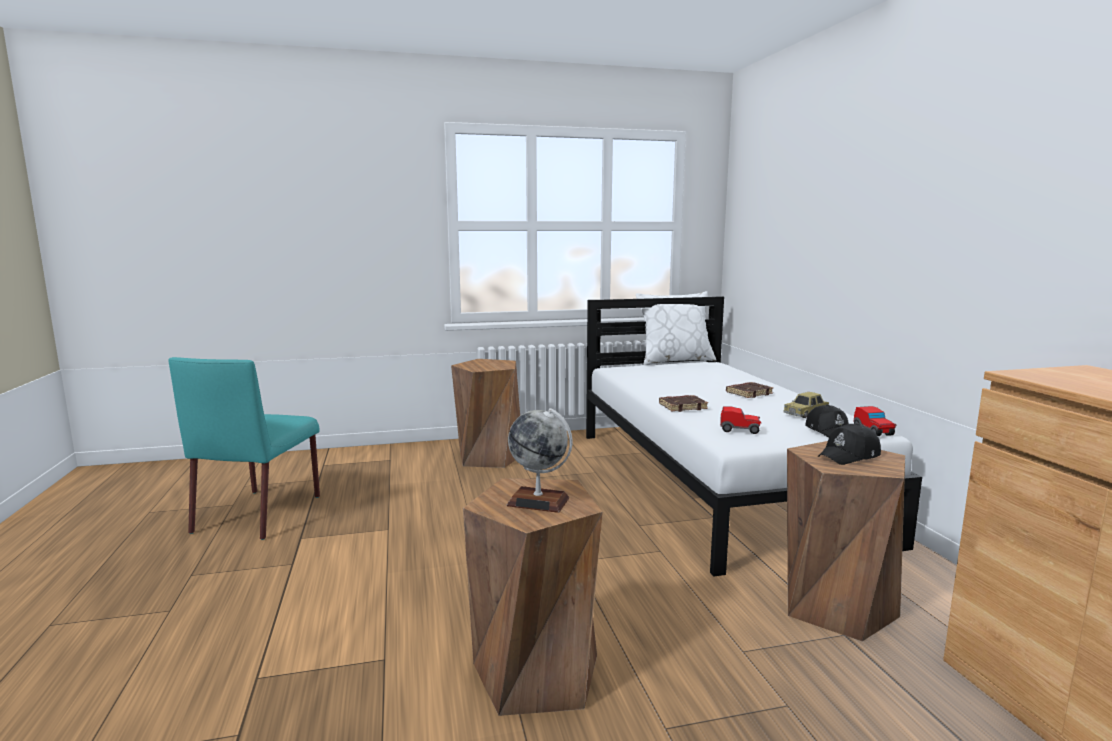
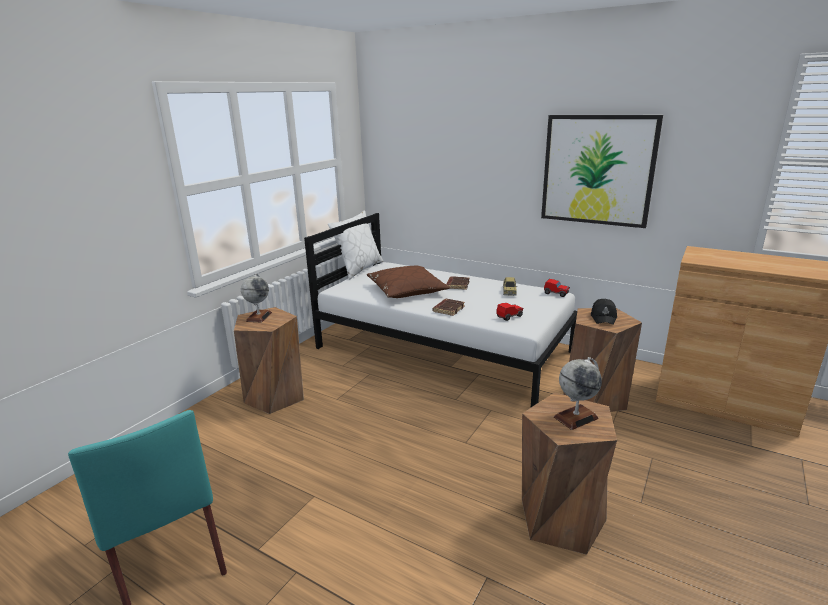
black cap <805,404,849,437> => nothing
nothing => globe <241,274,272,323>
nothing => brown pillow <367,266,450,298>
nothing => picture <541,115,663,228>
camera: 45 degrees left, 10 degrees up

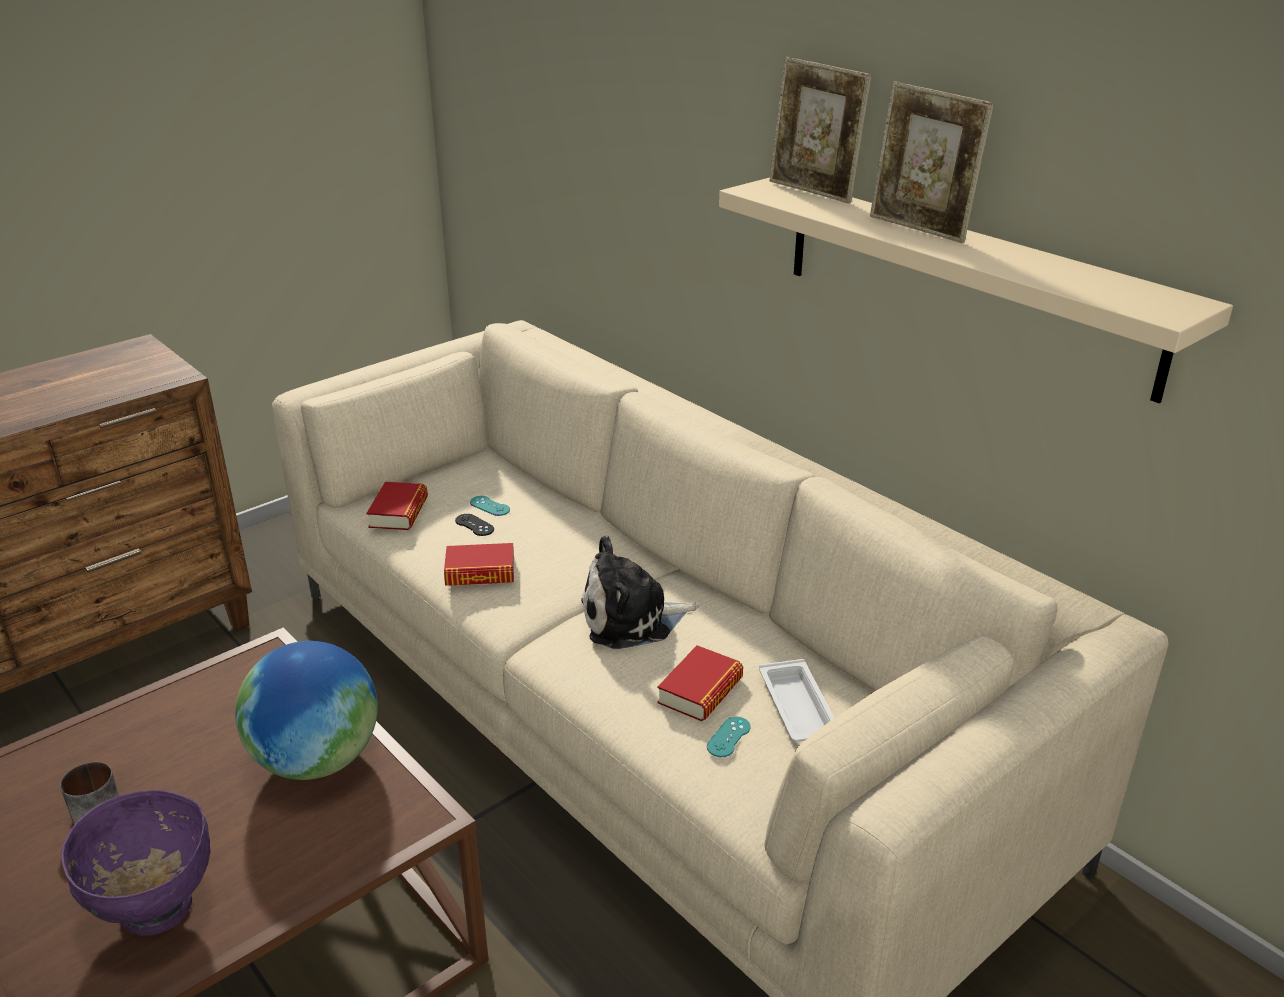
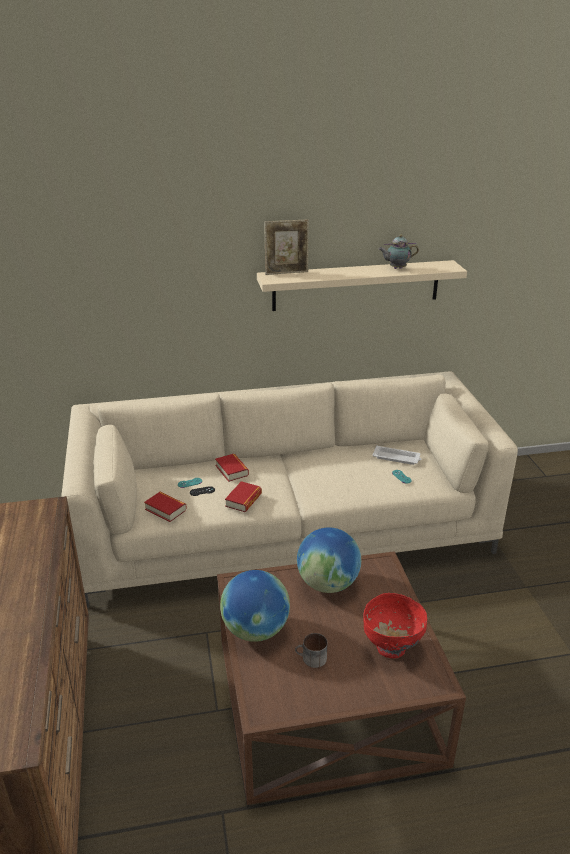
purple bowl <61,790,210,936> => red bowl <363,593,427,658>
plush toy <581,536,699,649> => nothing
book <657,645,743,721> => book <215,454,249,482>, shifted
picture frame <870,82,994,243> => nothing
nothing => globe <220,570,290,642>
nothing => teapot <379,234,419,269>
camera: 60 degrees left, 0 degrees up

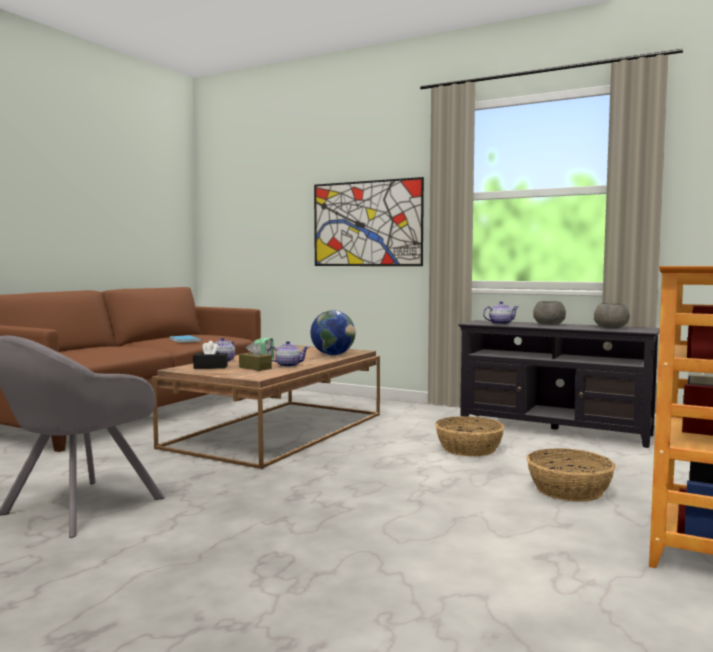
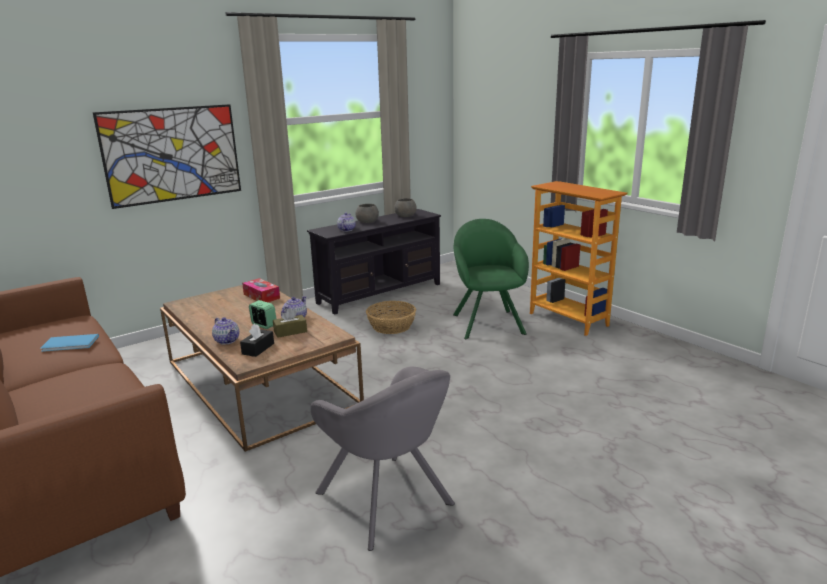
globe <310,310,355,355> => tissue box <242,278,280,302>
basket <526,448,616,502> => green armchair <453,219,529,339>
camera: 65 degrees left, 15 degrees up

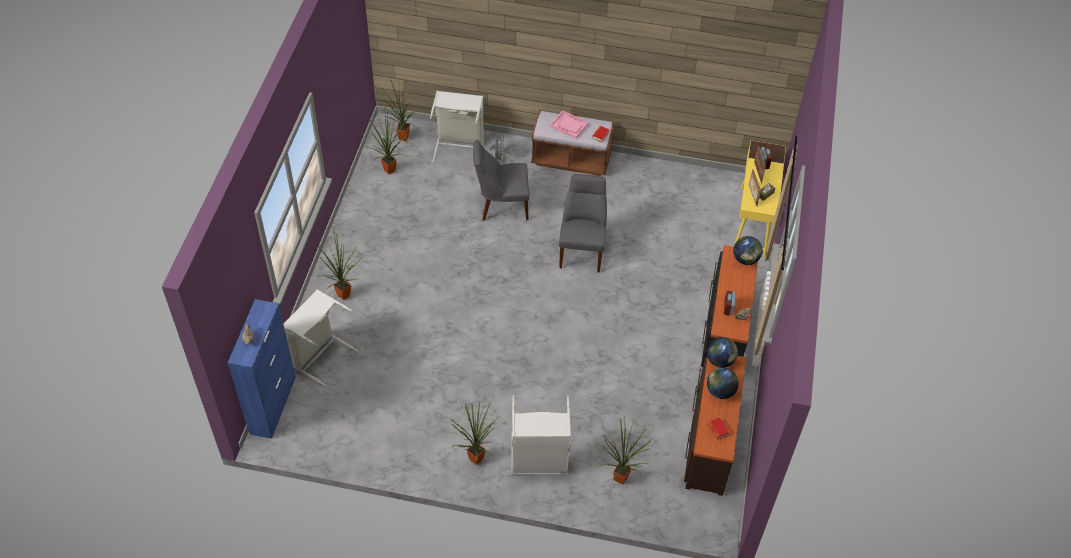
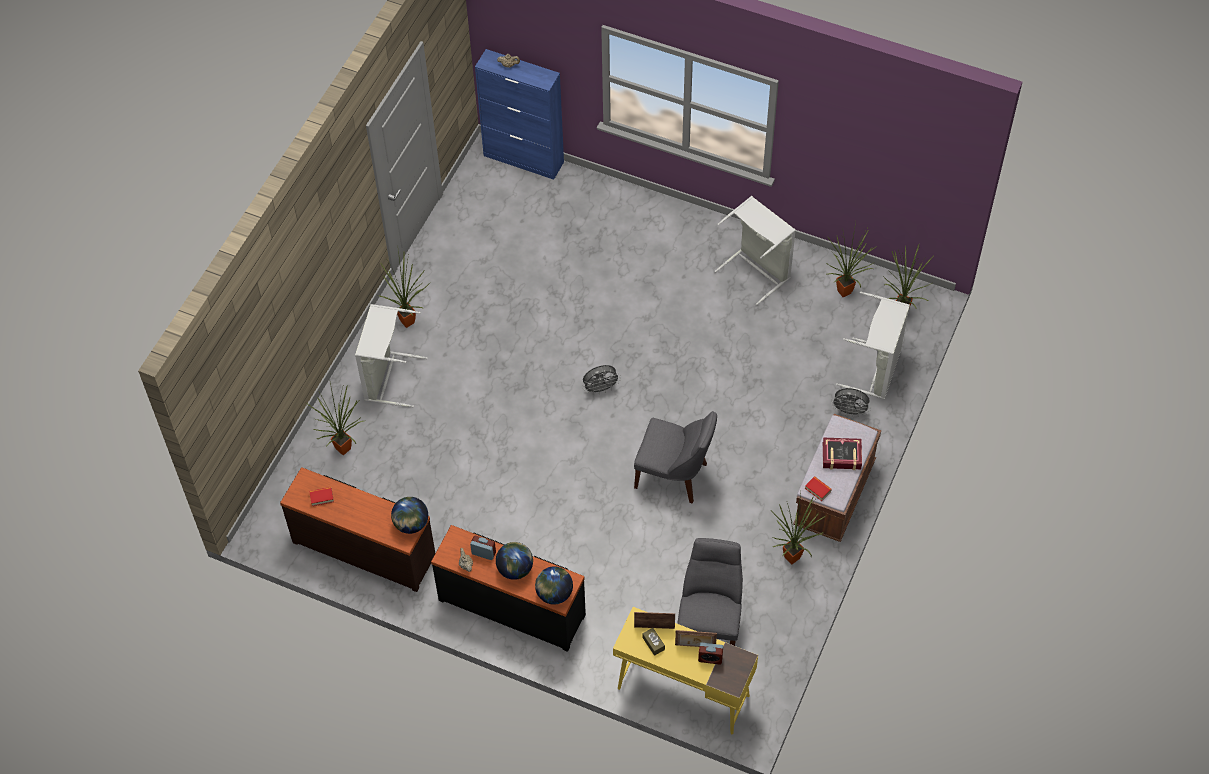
grey laundry basket <283,289,358,386> => grey laundry basket <715,196,796,305>, shifted
potted plant <318,229,363,300> => potted plant <771,492,827,564>, shifted
grey chair <473,140,529,221> => grey chair <677,538,743,646>, shifted
pink tray <550,111,589,139> => book <823,438,862,470>
globe <707,368,739,399> => globe <496,542,533,580>, shifted
nothing => grey fan <583,365,621,395>
camera: 105 degrees right, 5 degrees up

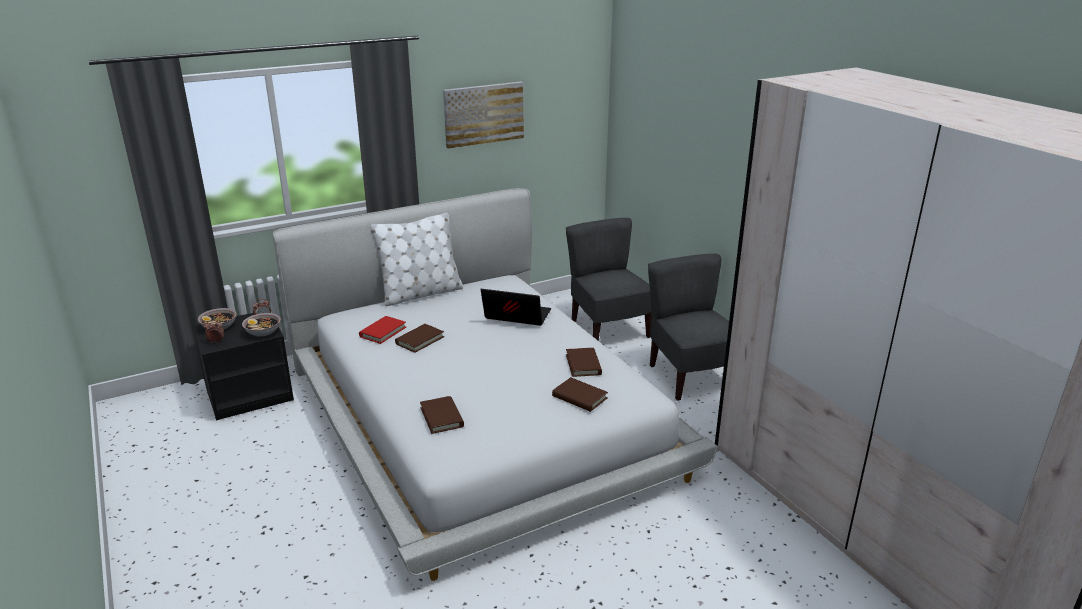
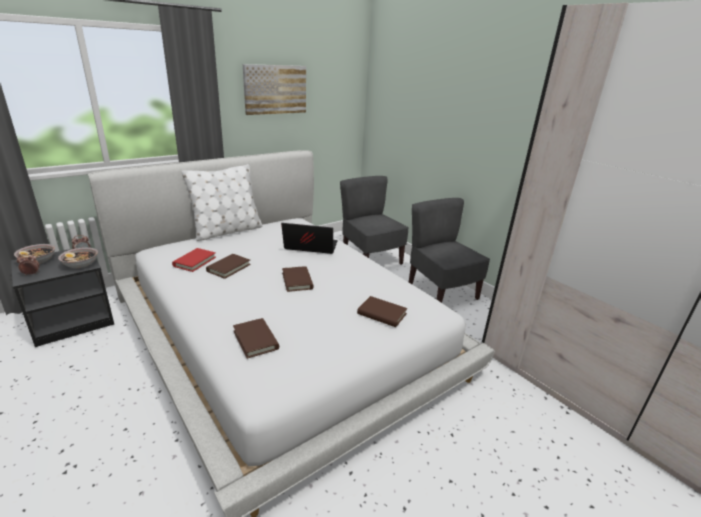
brown book <566,348,602,377> => brown book <282,266,314,292>, shifted
camera: 10 degrees left, 0 degrees up

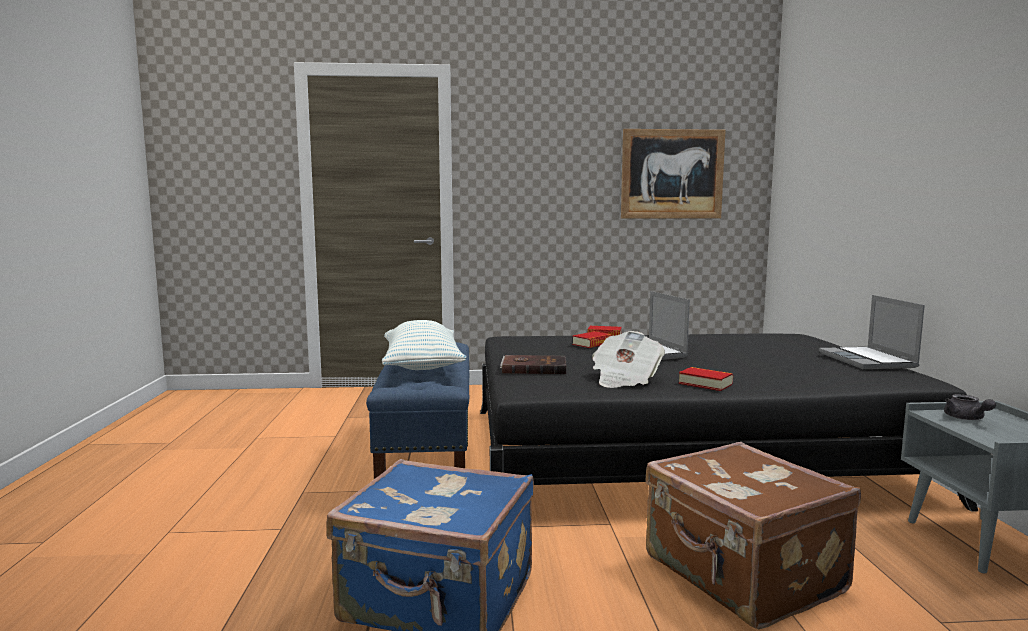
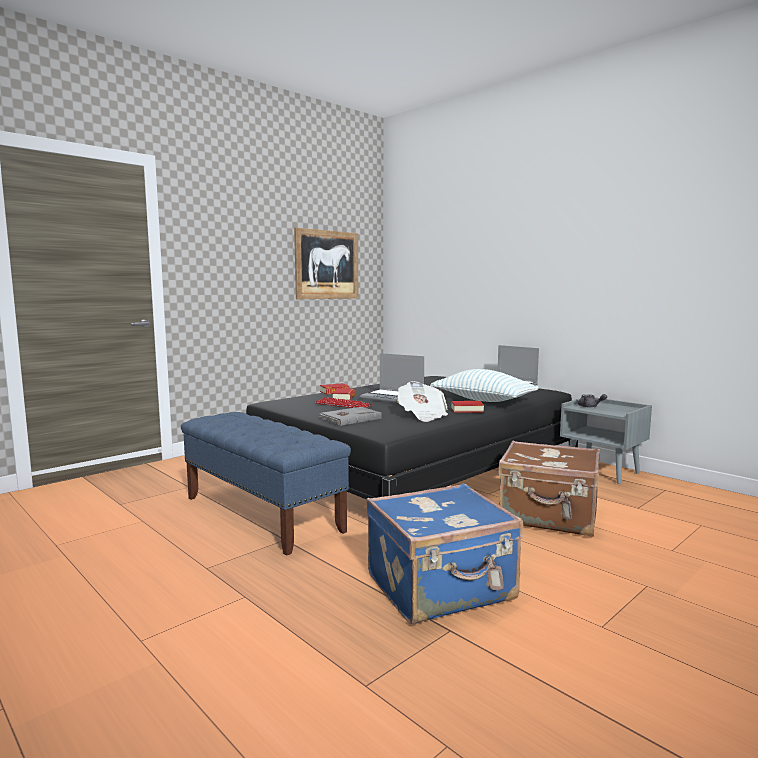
pillow <382,320,466,370> => pillow <430,369,539,402>, shifted
brown book <500,355,566,374> => grey book <319,407,382,426>
nothing => keyboard <315,397,373,408>
camera: 40 degrees left, 0 degrees up

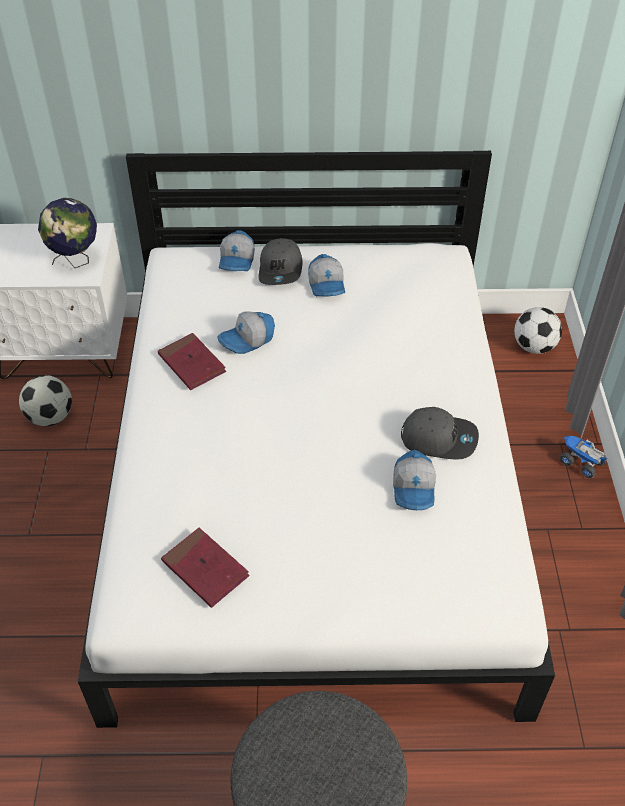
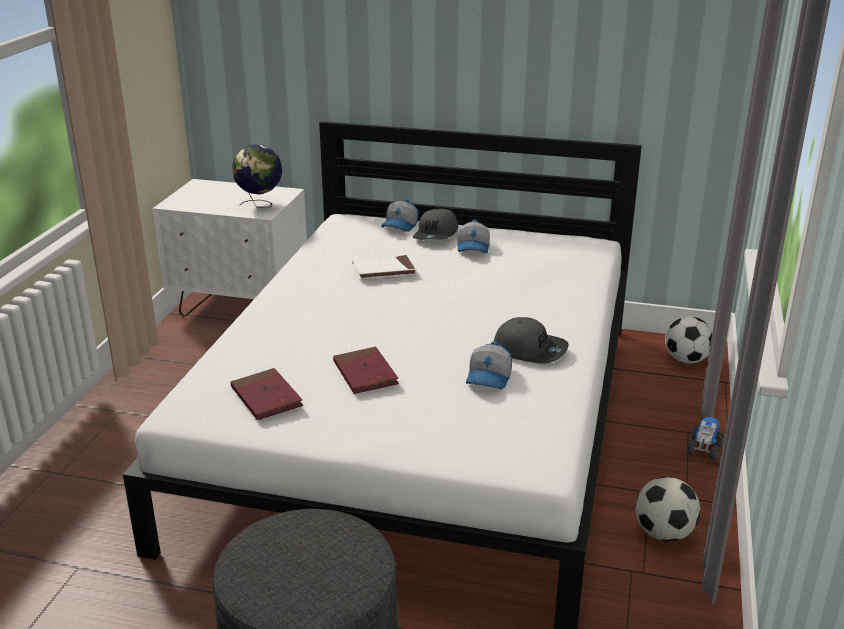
football <19,375,72,426> => football <635,477,700,542>, shifted
red book <158,333,226,390> => red book <333,347,399,394>, shifted
cap <218,311,275,354> => white book <352,255,417,279>
toy truck <560,436,608,478> => toy truck <686,417,724,461>, 60 degrees clockwise
camera: 15 degrees right, 20 degrees down

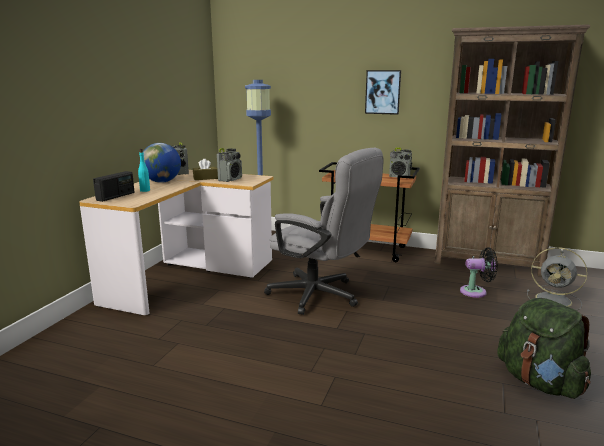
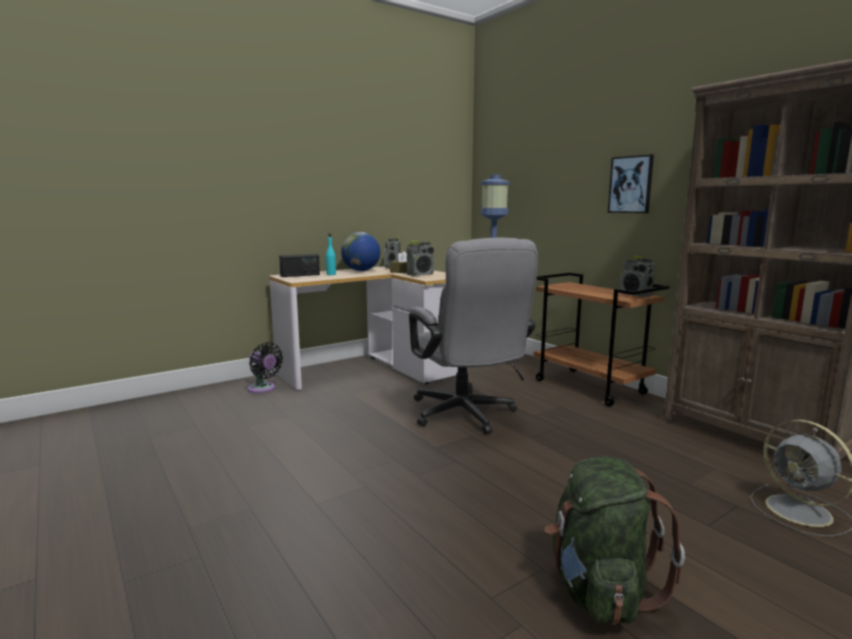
black fan <460,248,498,298> => black fan <248,342,283,393>, shifted
camera: 35 degrees right, 5 degrees down

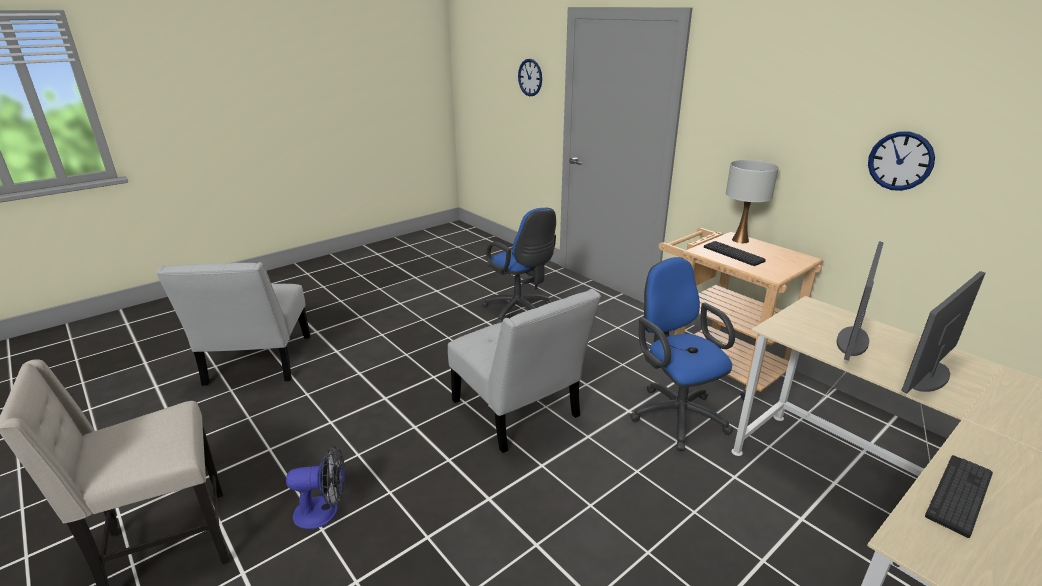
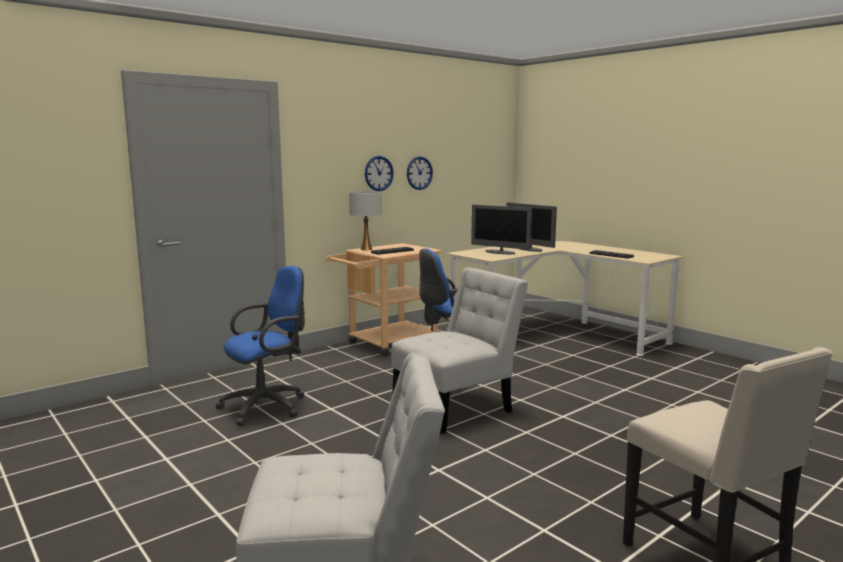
fan <286,446,345,529> => nothing
wall clock <518,59,542,96> => wall clock <365,156,394,191>, shifted
camera: 90 degrees left, 15 degrees down

